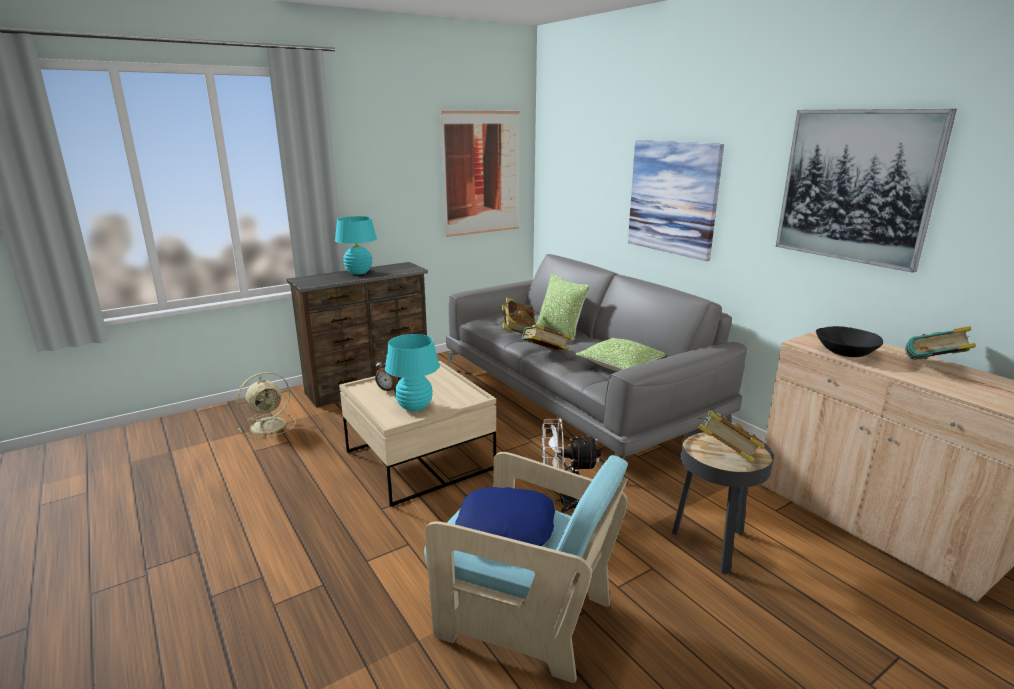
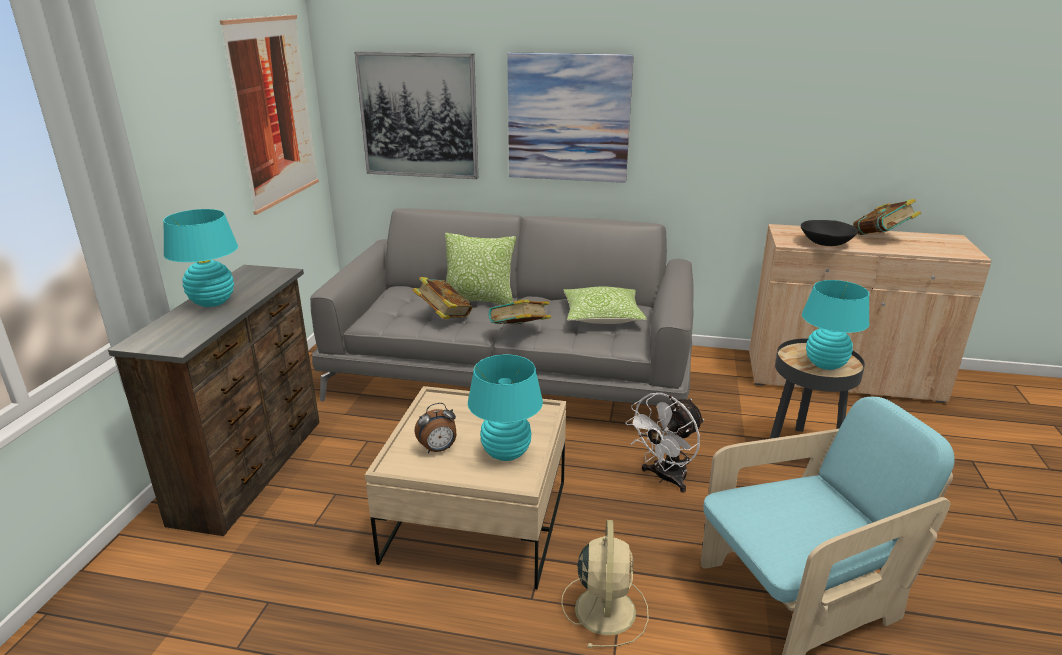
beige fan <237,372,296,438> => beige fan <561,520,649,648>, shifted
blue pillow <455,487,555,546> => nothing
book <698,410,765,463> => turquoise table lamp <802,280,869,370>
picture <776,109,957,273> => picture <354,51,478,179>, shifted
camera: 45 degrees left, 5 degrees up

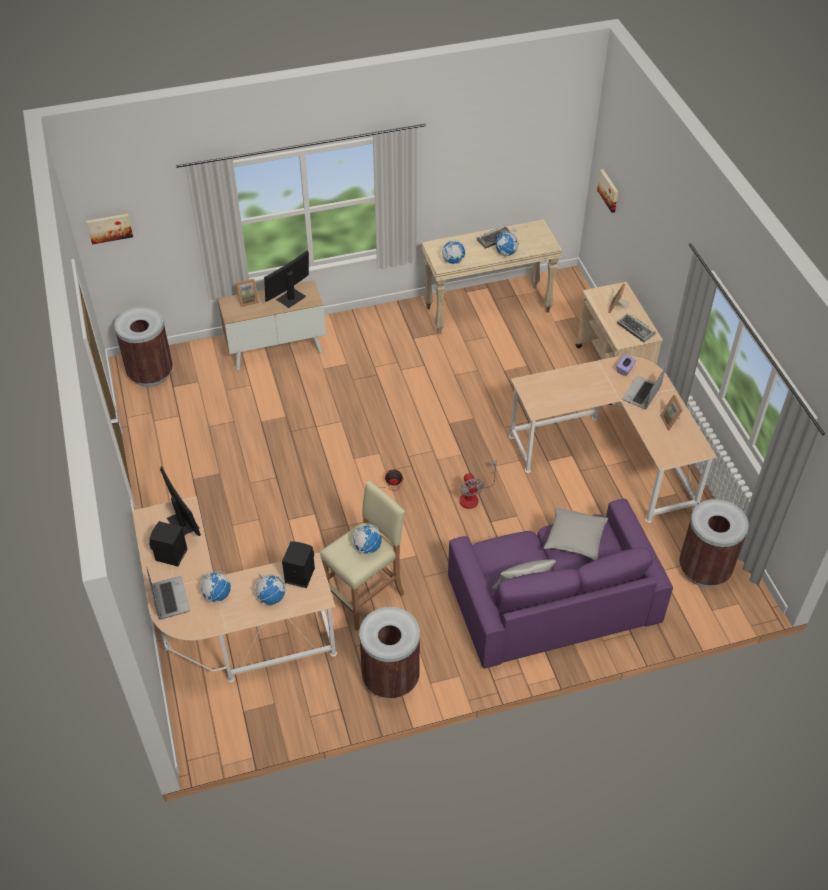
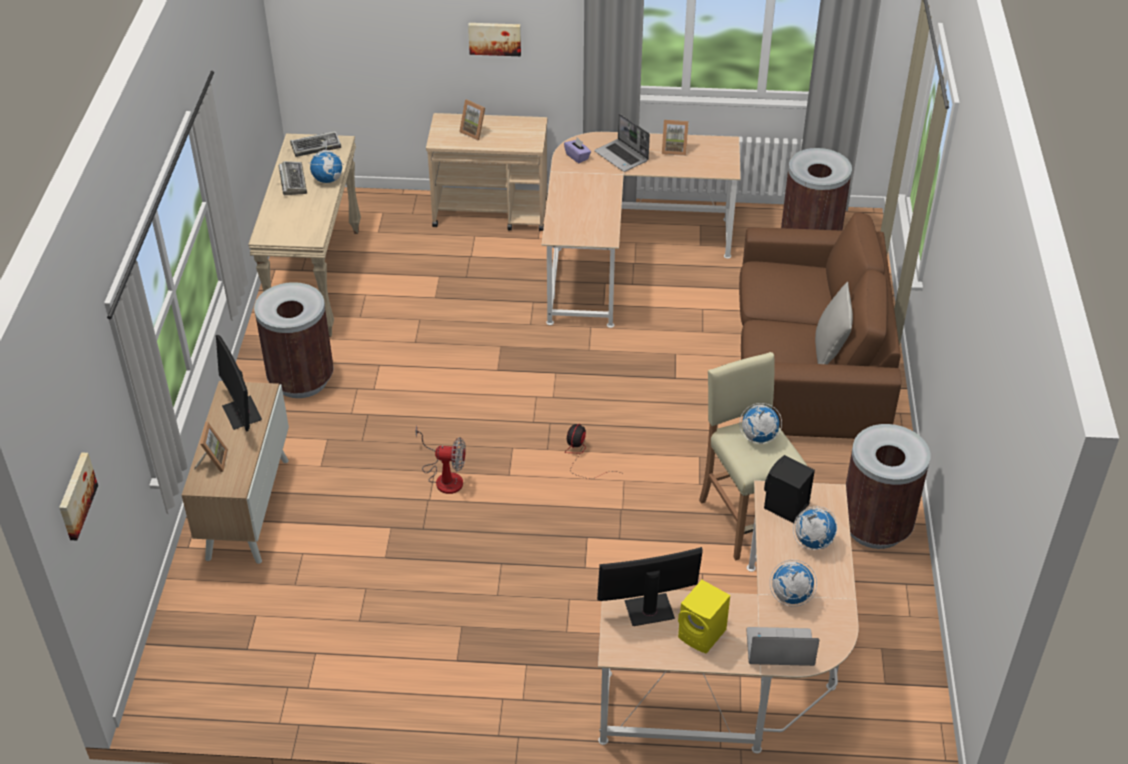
brown trash can <114,307,173,387> => brown trash can <254,282,334,398>, shifted
black speaker <149,521,187,566> => yellow speaker <678,580,730,654>
globe <441,240,466,264> => nothing
purple sofa <448,499,673,668> => brown sofa <739,213,901,439>
fan <459,460,497,509> => fan <415,425,466,494>, shifted
grey pillow <544,507,608,560> => nothing
picture <597,169,618,213> => picture <468,23,521,56>, shifted
keyboard <617,313,656,342> => keyboard <290,131,341,157>, shifted
camera: 70 degrees left, 5 degrees down

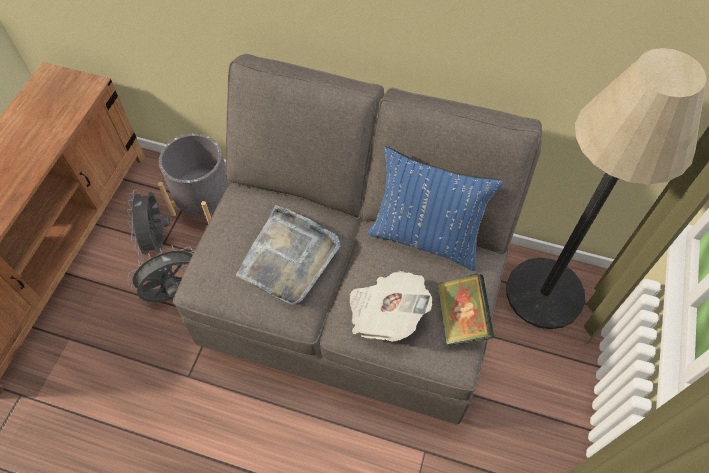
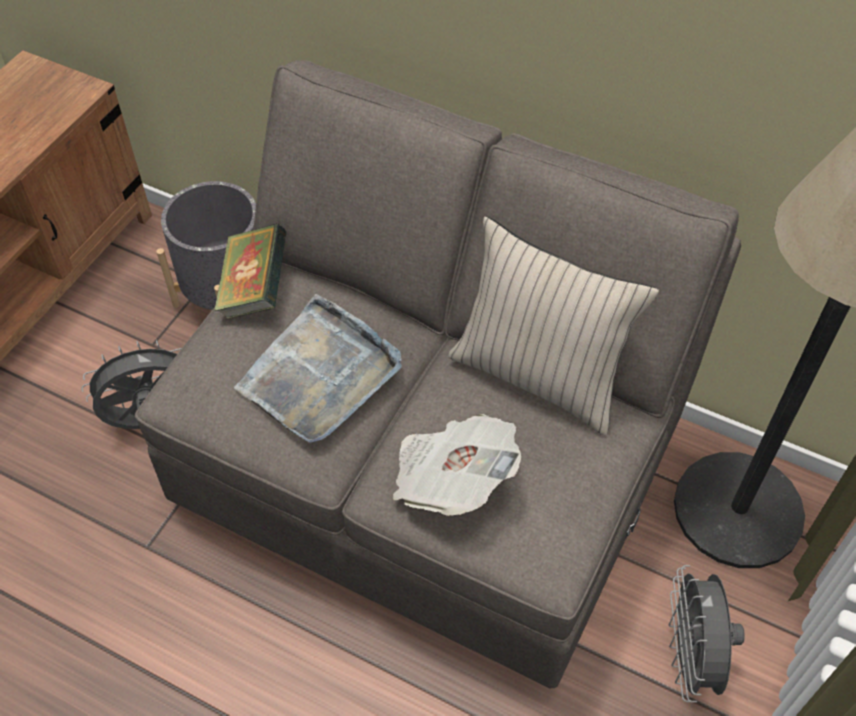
grey fan <127,189,170,260> => grey fan <668,565,745,703>, shifted
blue pillow <367,147,504,271> => beige pillow <448,216,659,436>
book <437,273,494,346> => book <214,224,286,319>, shifted
camera: 10 degrees right, 5 degrees down

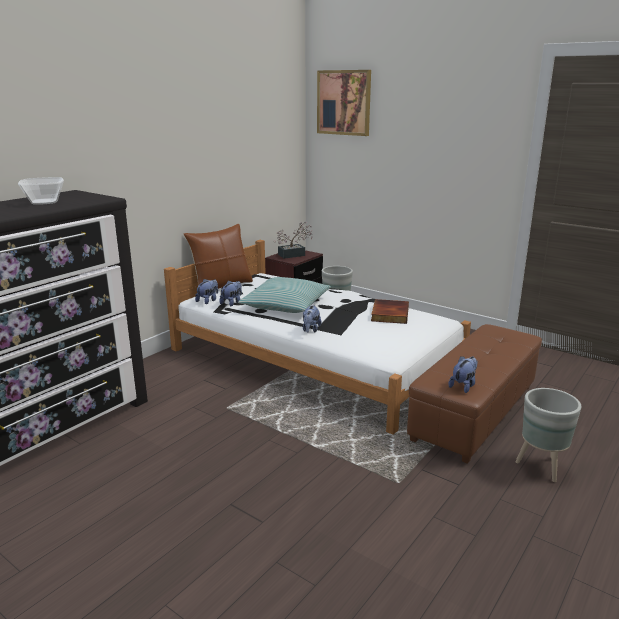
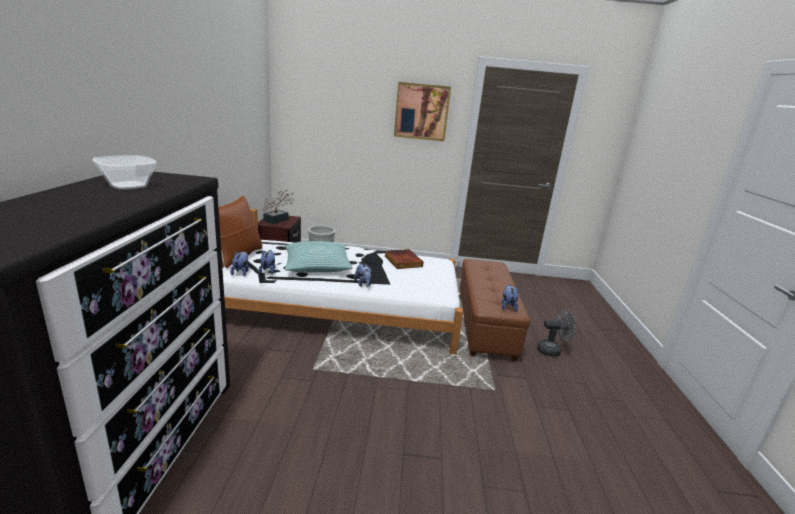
picture <317,70,371,136> => picture <394,82,451,141>, shifted
grey planter <516,388,582,482> => grey fan <537,310,576,356>
camera: 35 degrees left, 0 degrees up

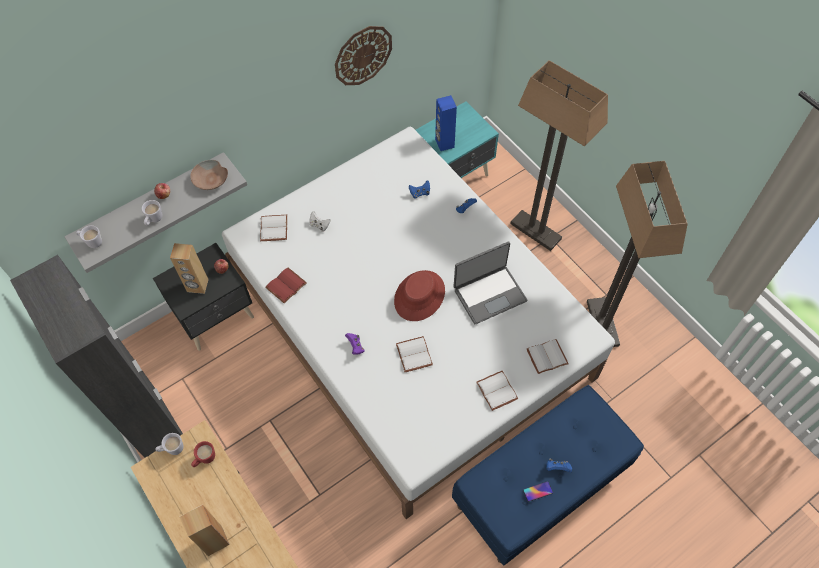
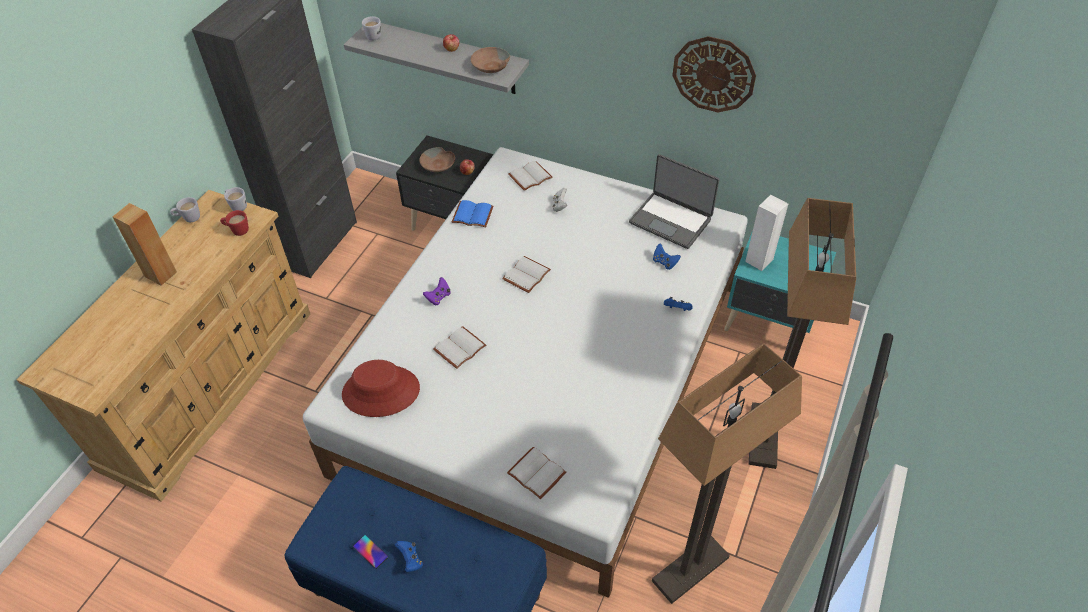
white mug <141,200,162,225> => white mug <170,197,200,222>, shifted
brown speaker <170,243,209,294> => brown bowl <419,147,455,172>
red book <265,268,307,303> => blue book <452,200,493,228>
red hat <394,270,445,321> => red hat <342,360,420,417>, shifted
blue speaker <435,95,457,151> => white speaker <745,195,788,271>
laptop <453,241,528,324> => laptop <629,154,719,249>, shifted
white book <476,371,518,411> => white book <502,256,551,293>, shifted
camera: 60 degrees right, 10 degrees down

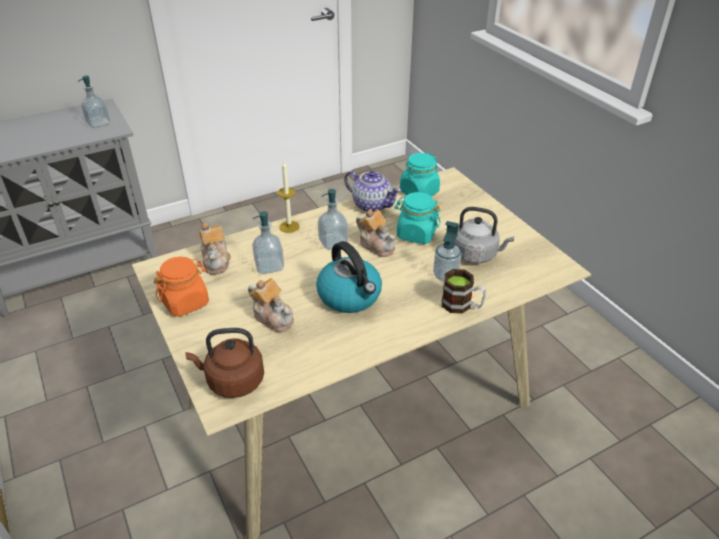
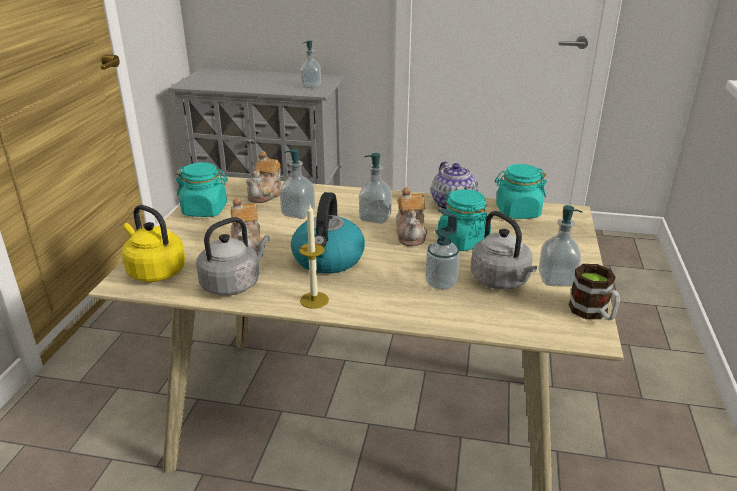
orange jar <154,256,209,317> => turquoise jar <176,162,228,217>
brown kettle <185,328,264,398> => yellow kettle <122,205,185,282>
candle <278,162,300,233> => candle <299,203,329,309>, shifted
mug <442,269,486,314> => mug <568,264,620,320>, shifted
nothing => grey kettle <196,217,270,296>
nothing => soap dispenser <539,205,583,287>
camera: 40 degrees right, 10 degrees down

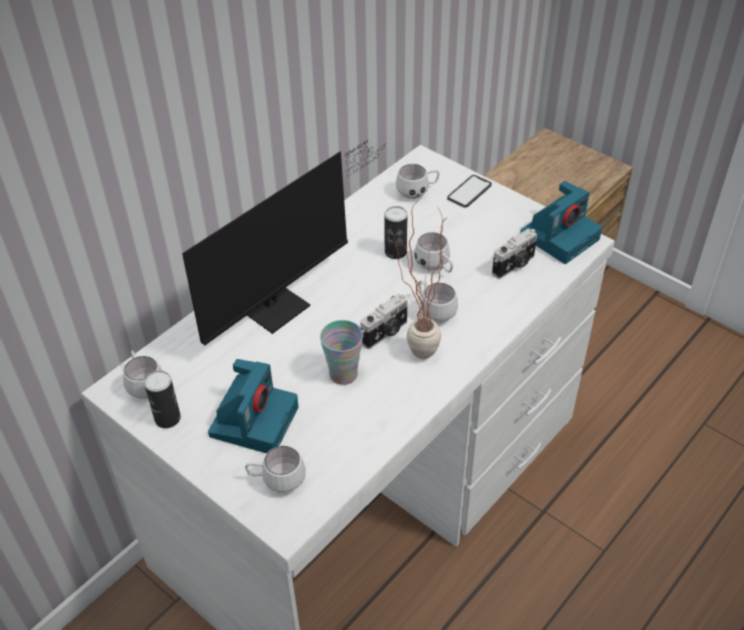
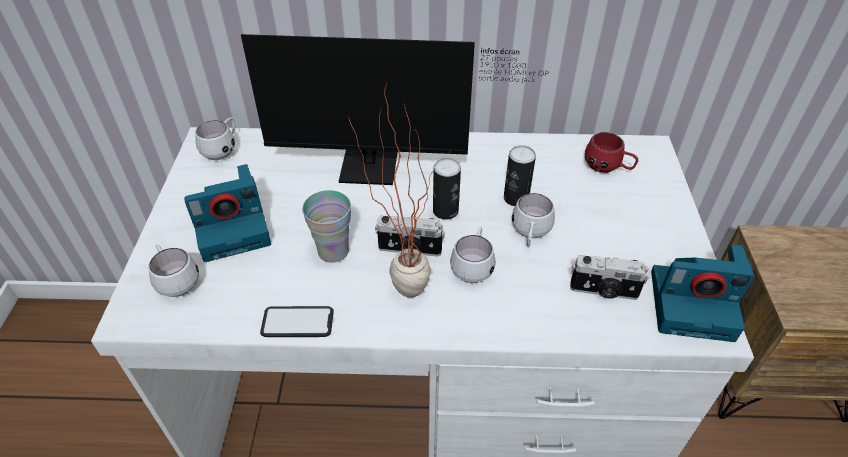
can <144,371,181,428> => can <433,158,461,220>, shifted
white mug <396,164,440,199> => red mug <585,132,638,173>
phone <447,175,492,208> => phone <260,306,334,337>, shifted
camera: 50 degrees right, 0 degrees up

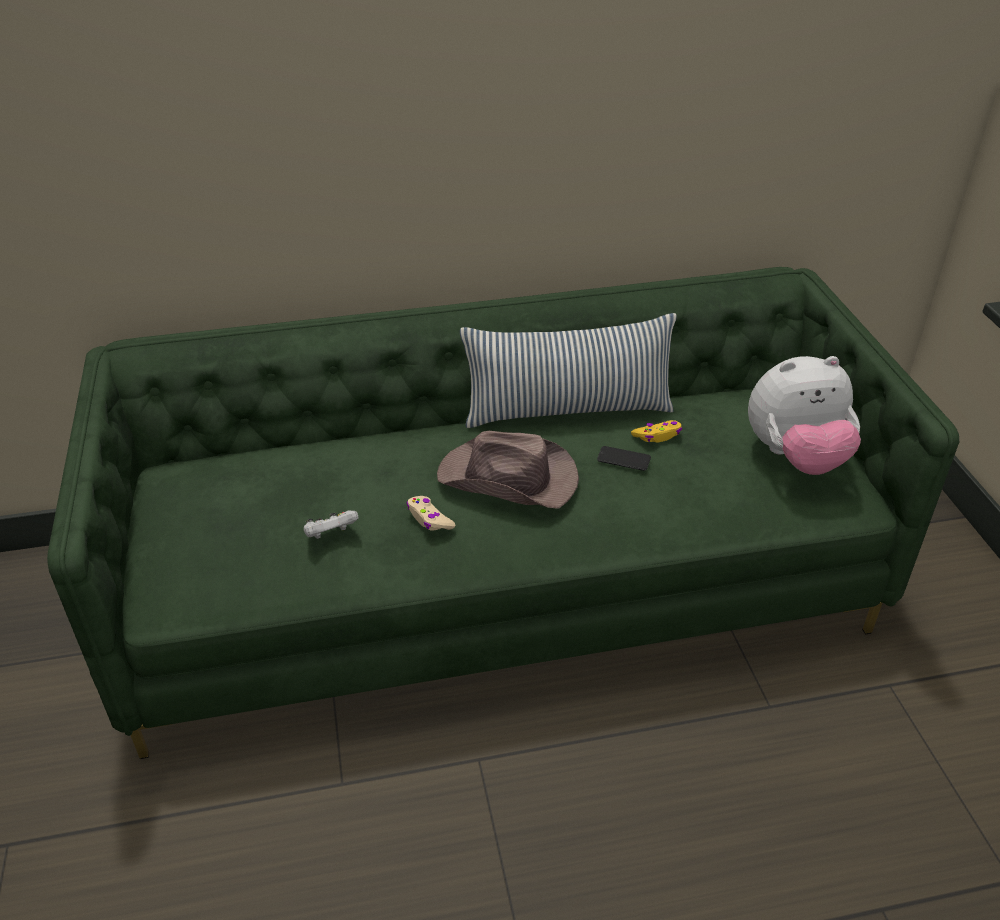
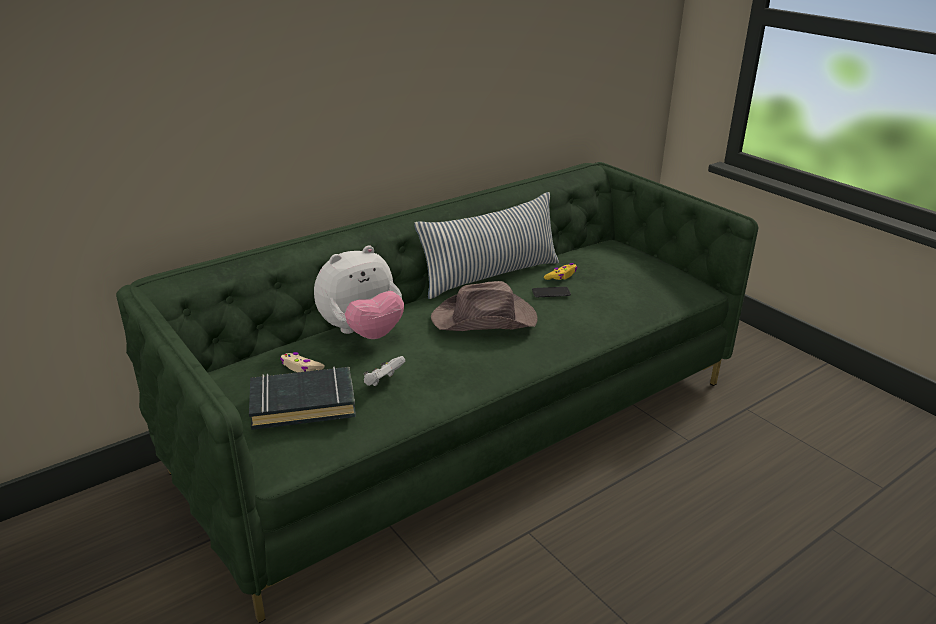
beige game controller <407,496,455,531> => beige game controller <280,352,325,372>, shifted
plush toy <748,356,861,475> => plush toy <314,246,404,339>, shifted
nothing => black book <249,367,356,430>
camera: 25 degrees left, 10 degrees down

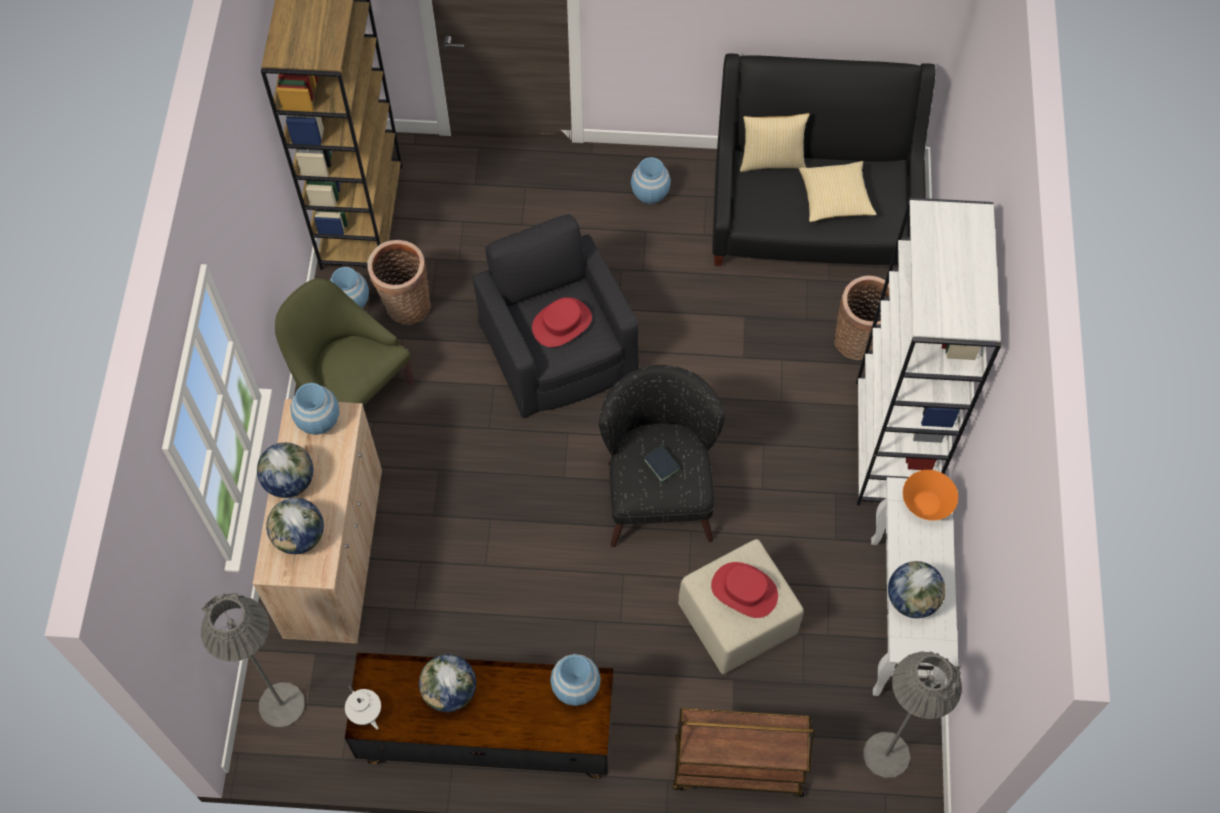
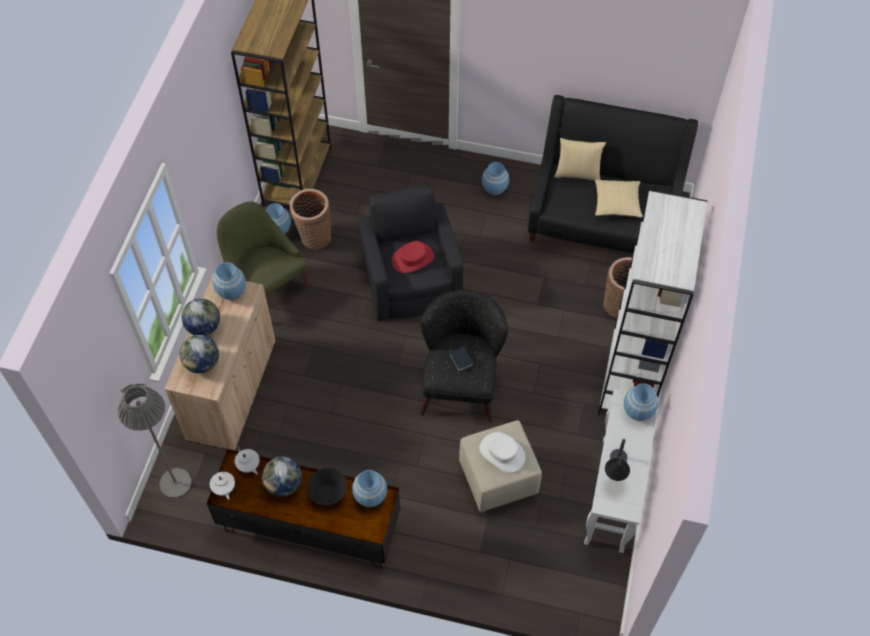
brown cart <673,708,815,798> => nothing
red hat <711,562,778,618> => white hat <480,432,525,473>
grey floor lamp <863,651,962,779> => nothing
globe <888,561,946,618> => table lamp <605,439,630,481>
orange bowl <903,470,958,520> => blue vase <624,383,658,421>
nothing => white teapot <235,446,260,475>
nothing => black bowl <307,468,347,505>
camera: 10 degrees right, 5 degrees down

